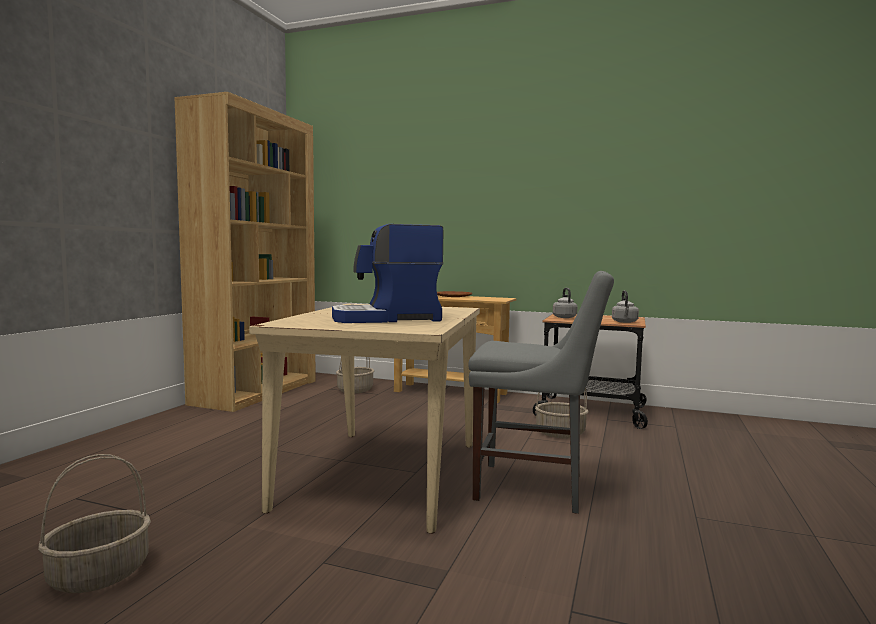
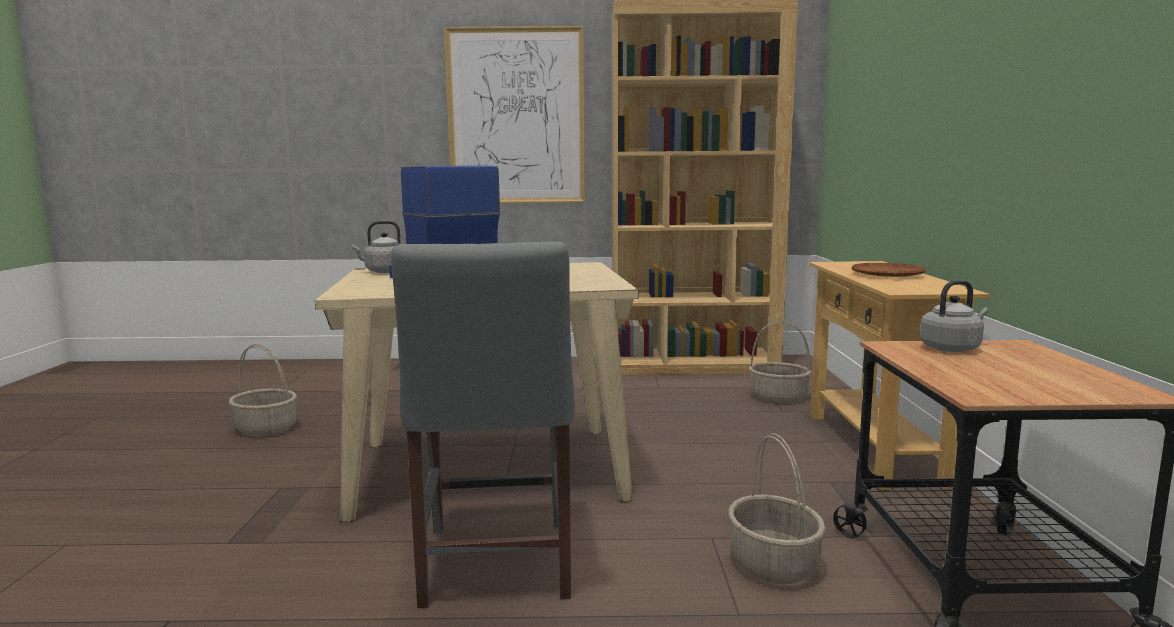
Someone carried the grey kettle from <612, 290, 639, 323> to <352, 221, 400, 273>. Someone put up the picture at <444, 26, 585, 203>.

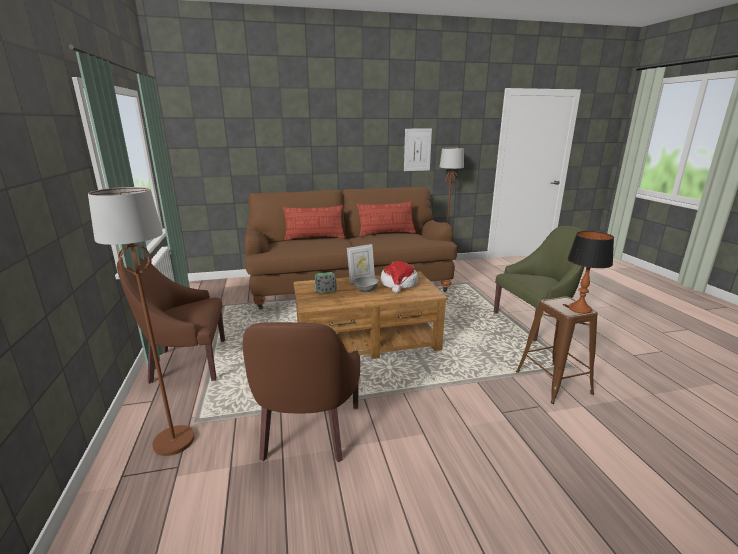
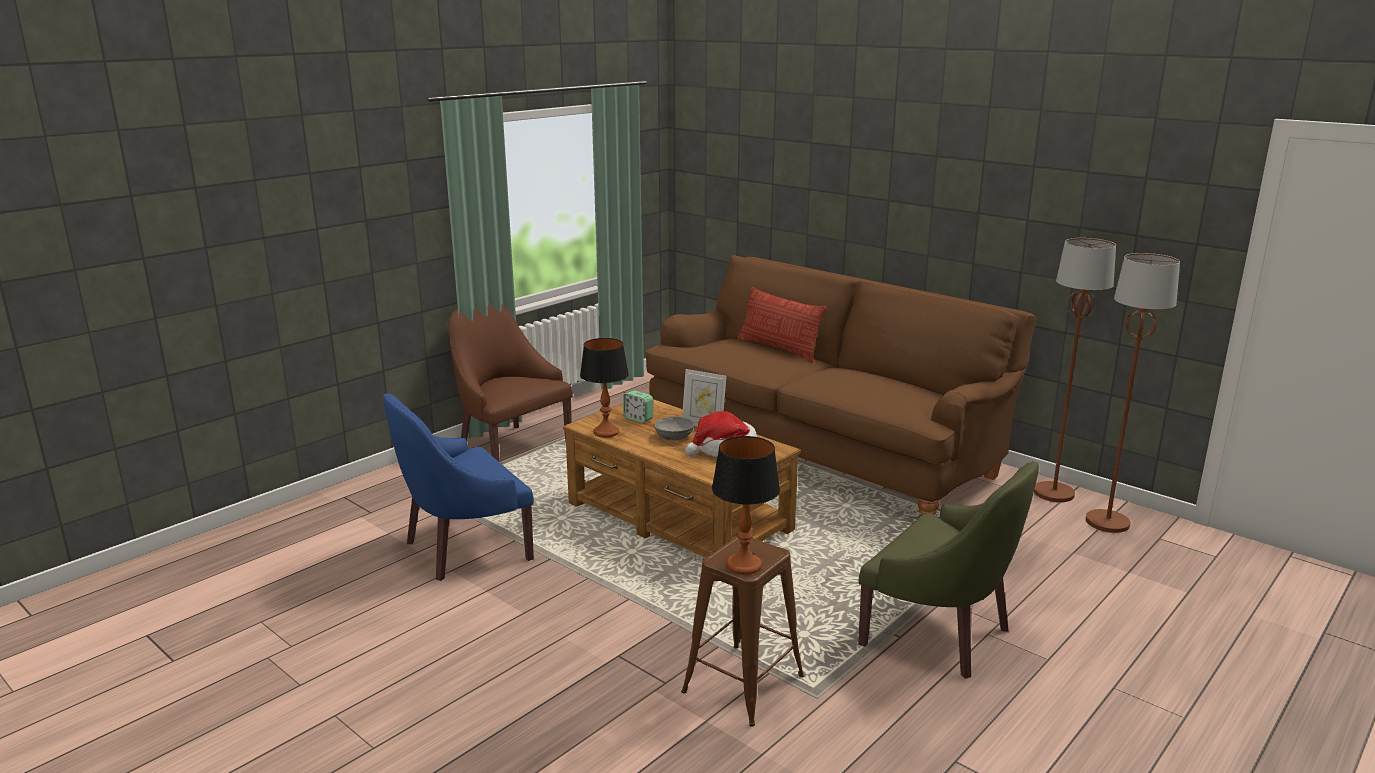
Someone took away the picture at <404, 129, 432, 171>. Someone carried the brown floor lamp from <88, 187, 195, 456> to <1086, 253, 1180, 533>. Someone took away the pillow at <357, 201, 416, 237>. Someone repainted the brown armchair at <243, 322, 360, 462>, which became the blue armchair at <383, 393, 534, 581>. Someone put down the table lamp at <580, 338, 629, 437>.

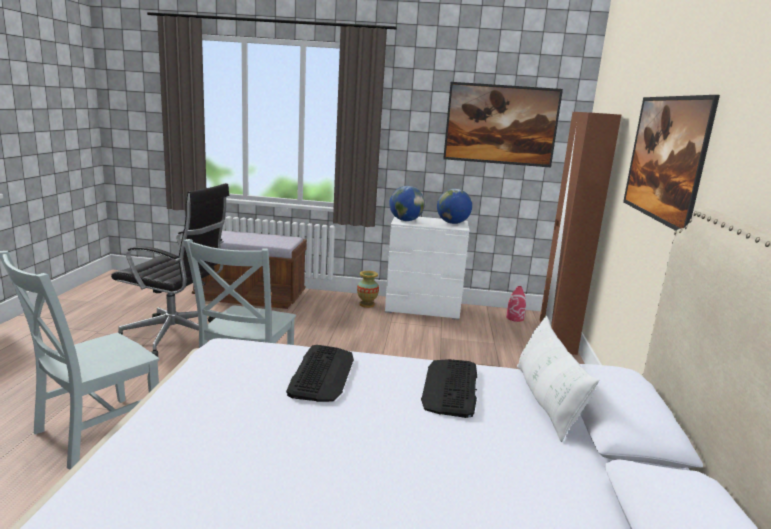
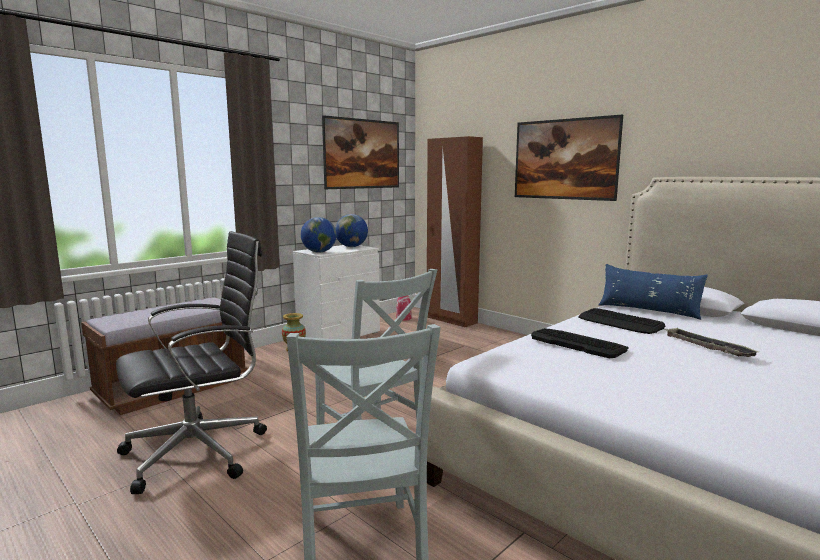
Someone repainted the white pillow at <517, 316, 599, 442>, which became the blue pillow at <599, 264, 708, 320>. Someone put down the tray at <664, 328, 760, 357>.

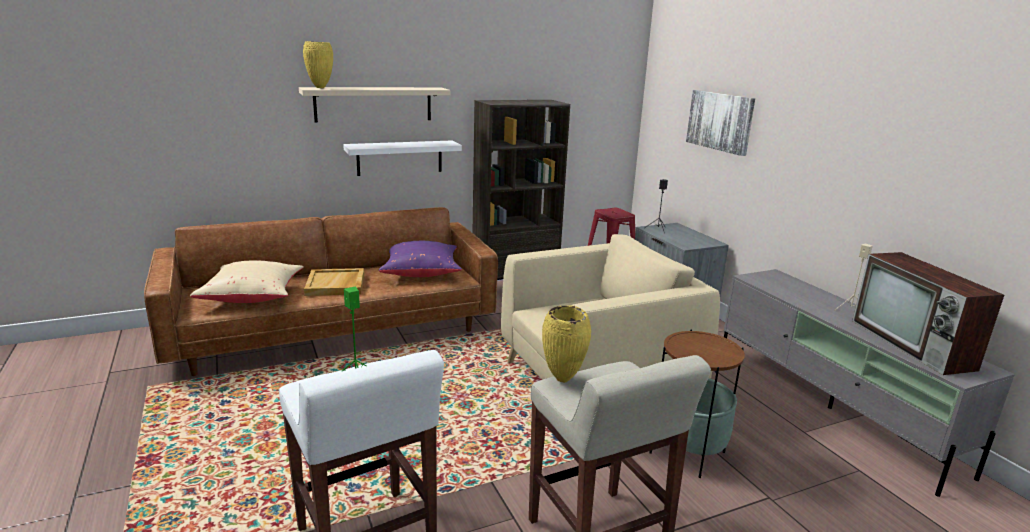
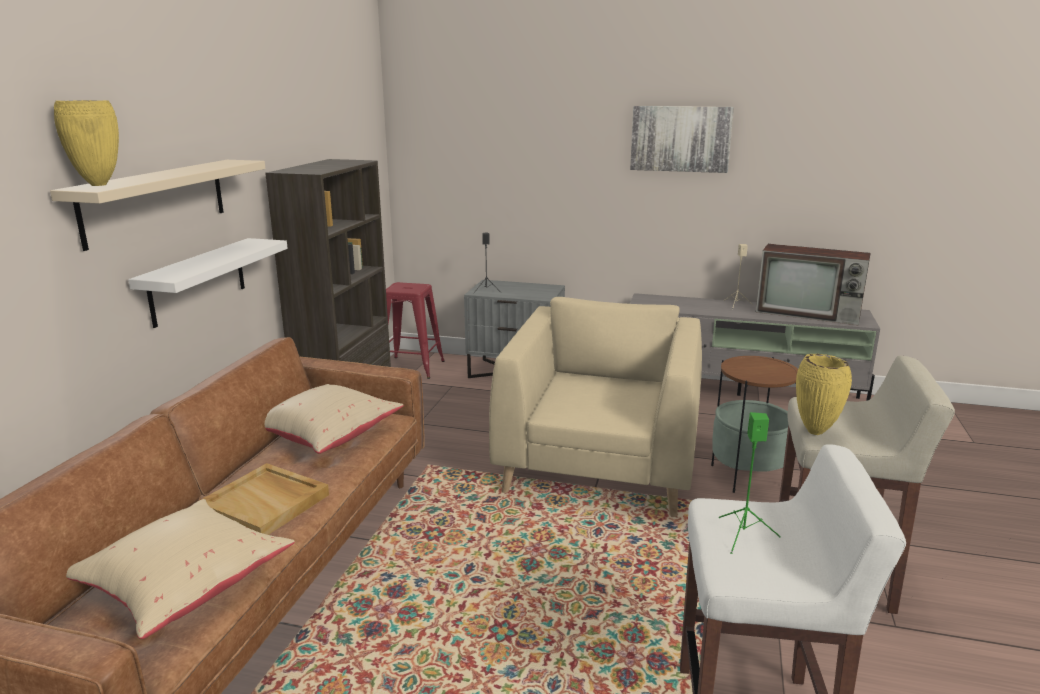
Someone carried the picture from <686, 90, 755, 156> to <630, 106, 734, 173>. Someone repainted the purple pillow at <379, 241, 462, 277>, which became the beige pillow at <265, 384, 404, 454>.

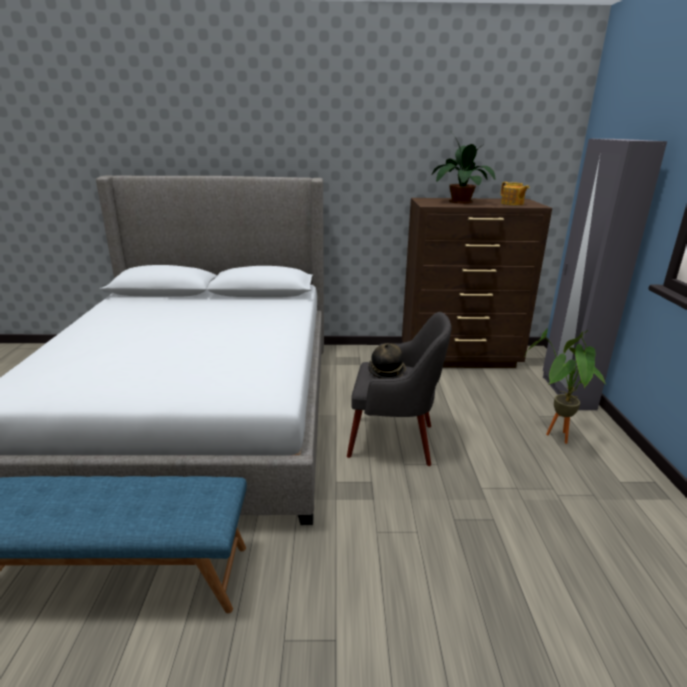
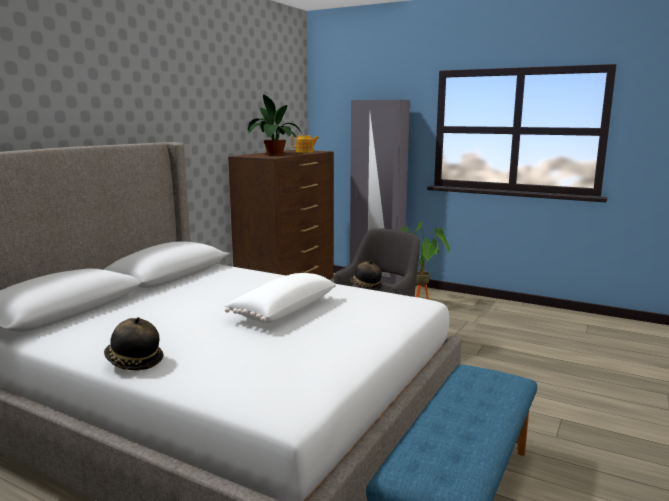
Someone put down the white pillow at <225, 273, 336, 323>. Someone put down the hat at <104, 317, 163, 371>.

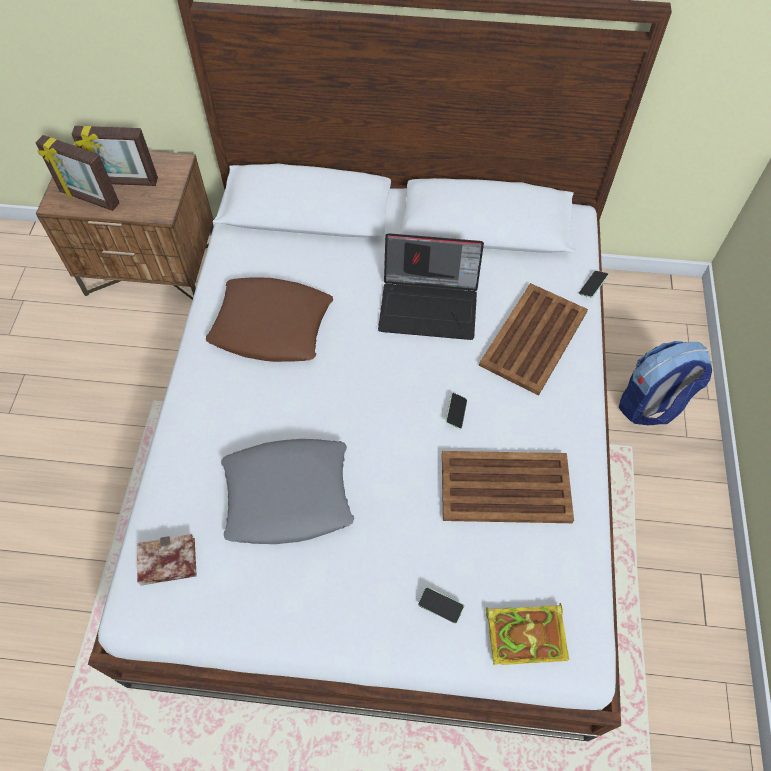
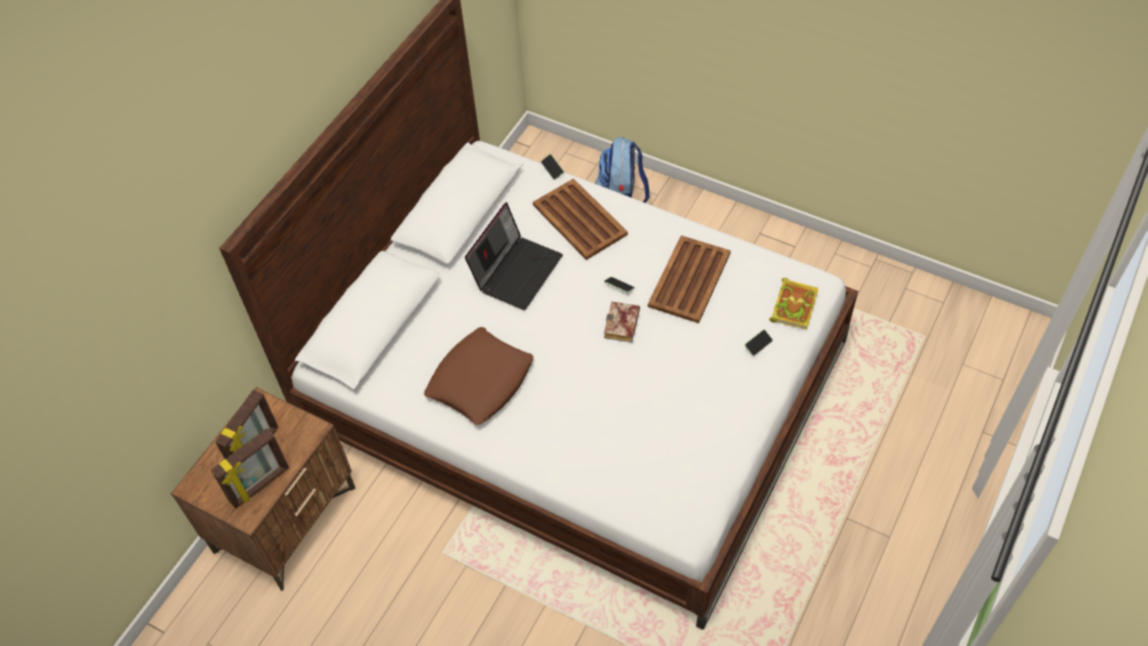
Someone took away the grey pillow at <221, 439, 354, 544>. Someone carried the book from <137, 534, 197, 586> to <604, 302, 640, 342>.

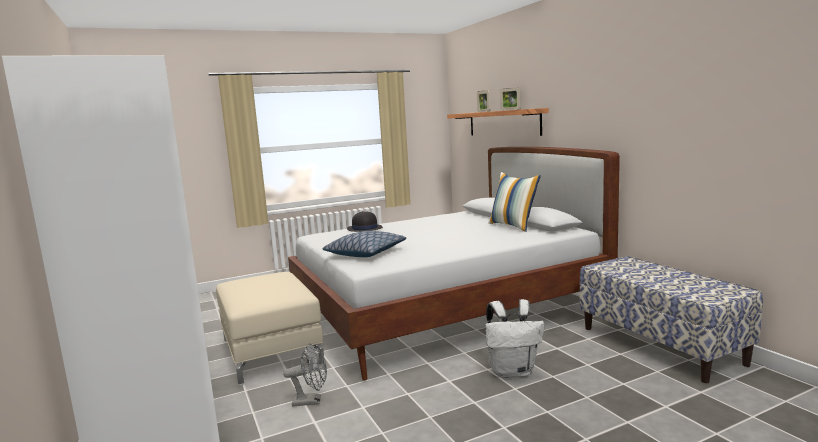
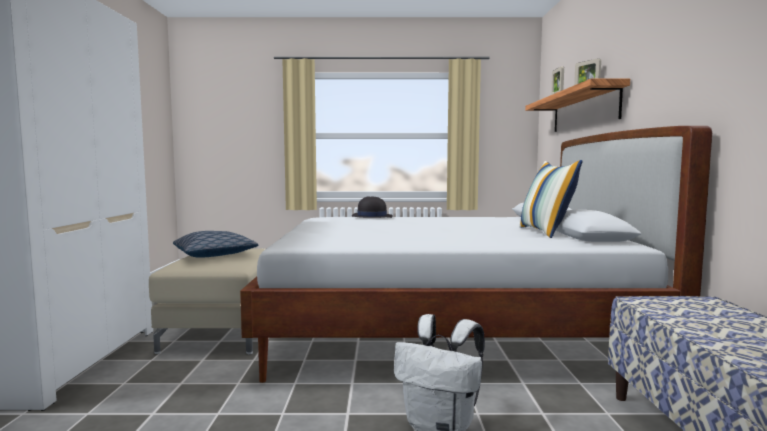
Someone carried the pillow from <322, 231, 406, 257> to <173, 231, 258, 258>. Someone took away the grey fan at <283, 343, 327, 406>.

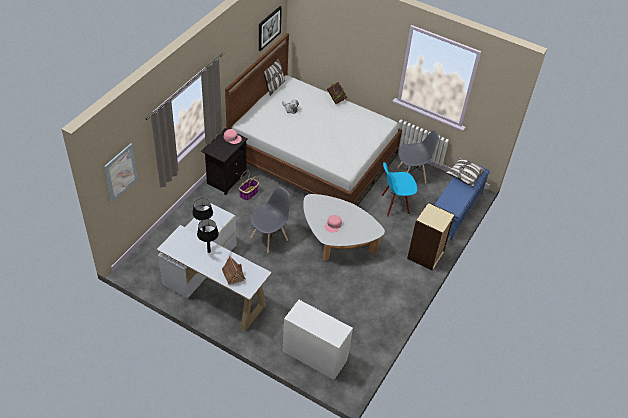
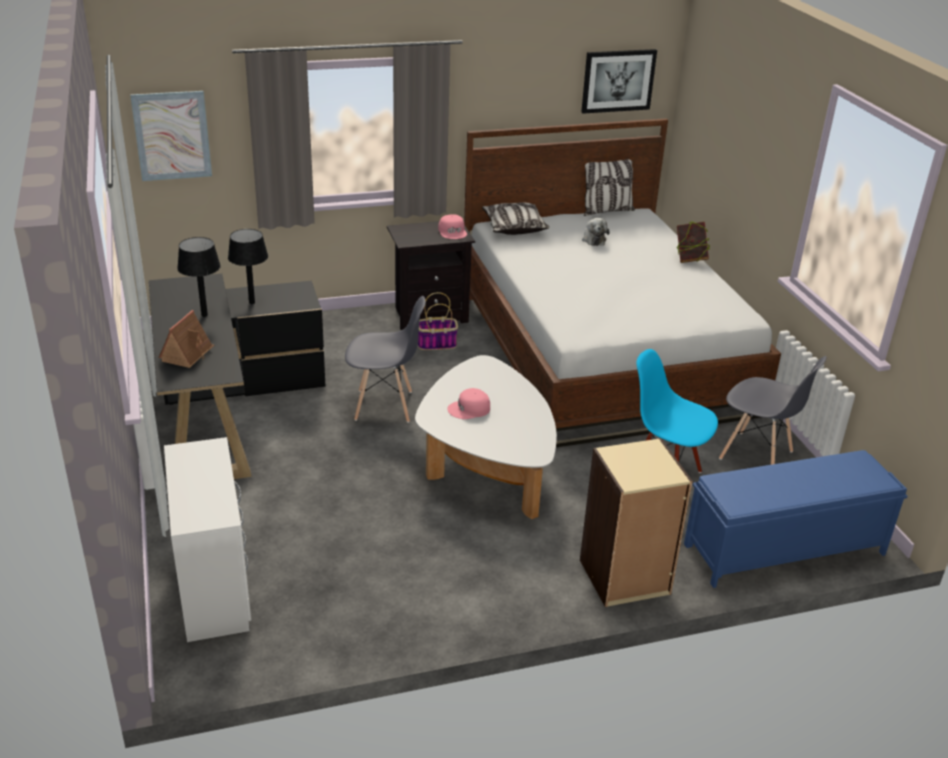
Someone carried the pillow from <446, 157, 486, 187> to <482, 202, 550, 235>. Someone repainted the white desk at <157, 204, 272, 331>, which became the black desk at <149, 274, 325, 479>.

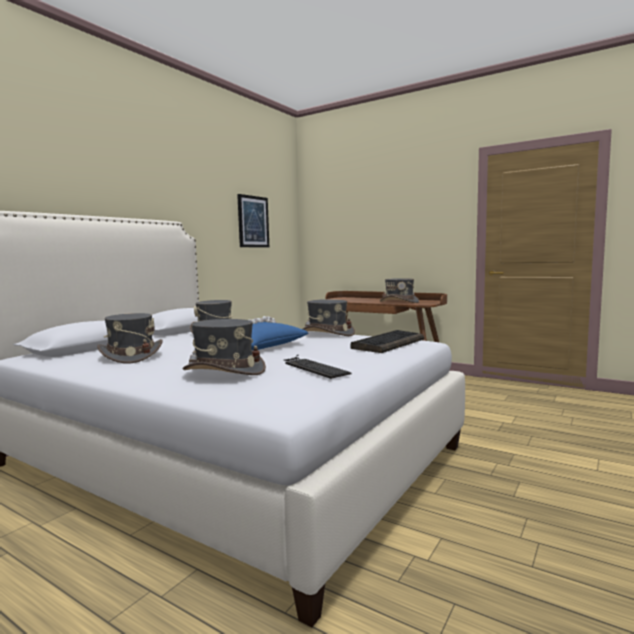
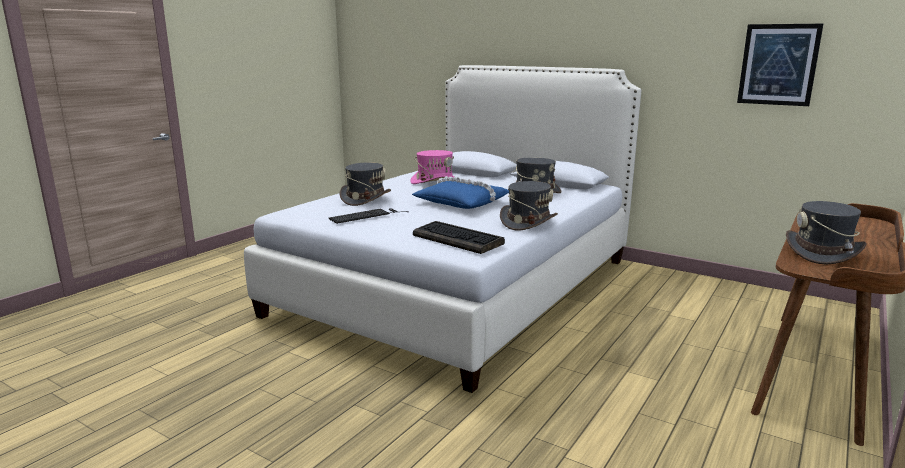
Someone repainted the grey hat at <97, 313, 163, 364>, which became the pink hat at <410, 150, 454, 184>.

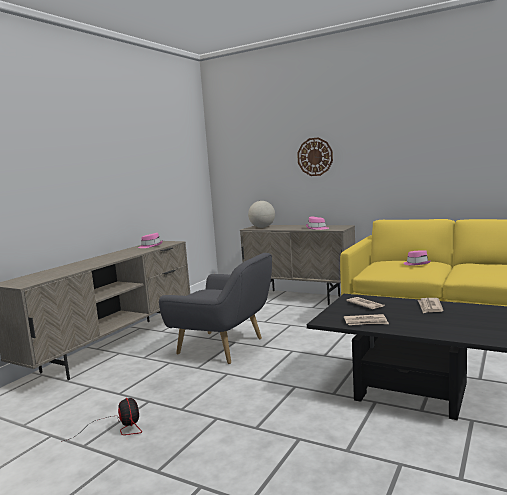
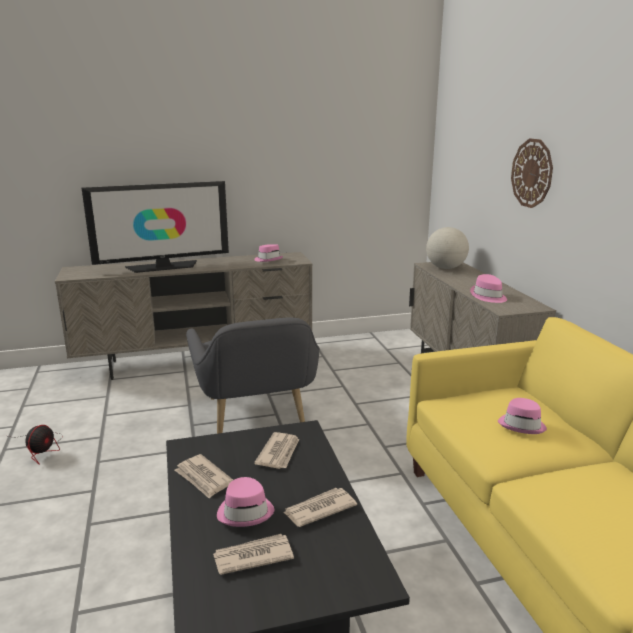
Someone put down the television at <82, 181, 229, 273>. Someone put down the pink hat at <217, 477, 274, 527>. Someone put down the newspaper at <213, 534, 294, 575>.

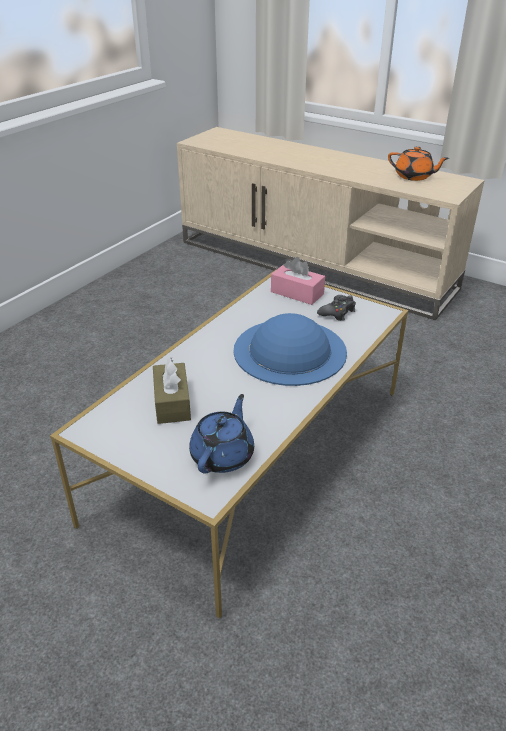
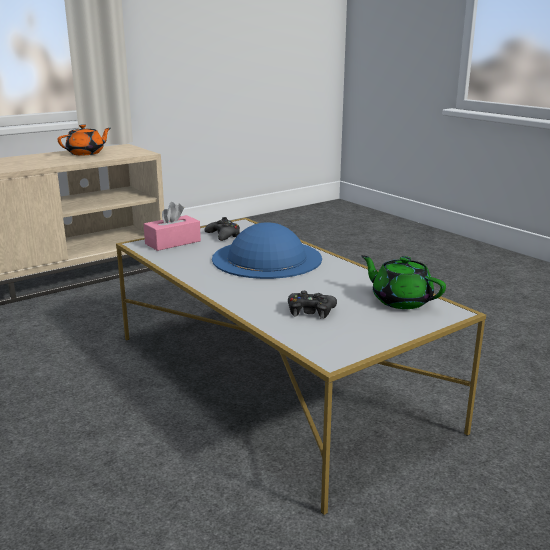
Someone swapped the brown tissue box at <153, 357, 191, 424> for the black game controller at <288, 291, 337, 319>. Someone repainted the blue teapot at <189, 394, 254, 474>, which became the green teapot at <361, 255, 446, 309>.

